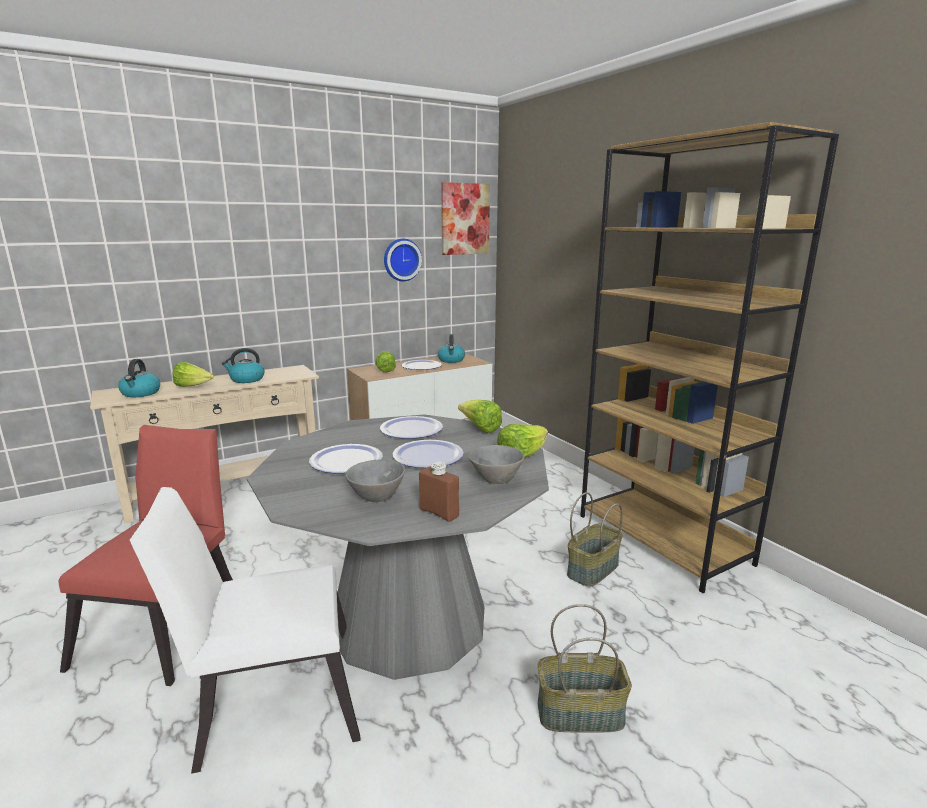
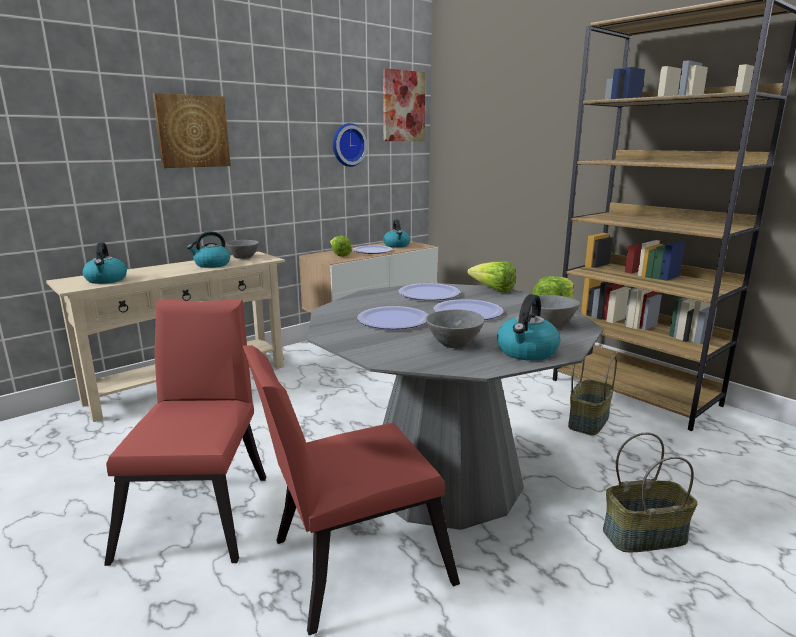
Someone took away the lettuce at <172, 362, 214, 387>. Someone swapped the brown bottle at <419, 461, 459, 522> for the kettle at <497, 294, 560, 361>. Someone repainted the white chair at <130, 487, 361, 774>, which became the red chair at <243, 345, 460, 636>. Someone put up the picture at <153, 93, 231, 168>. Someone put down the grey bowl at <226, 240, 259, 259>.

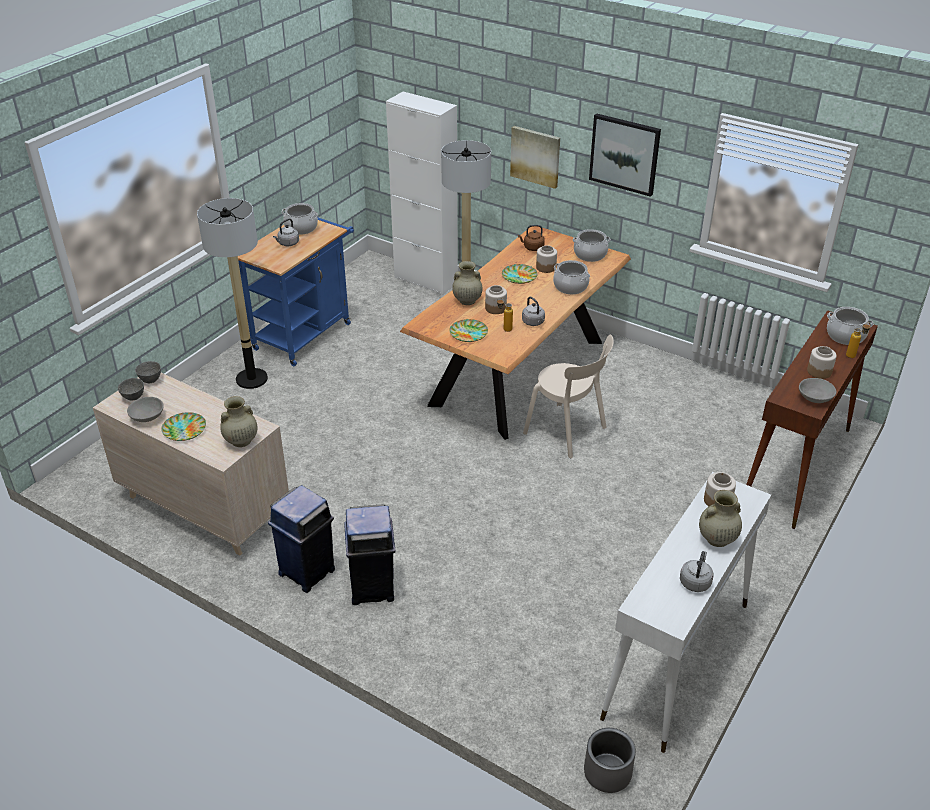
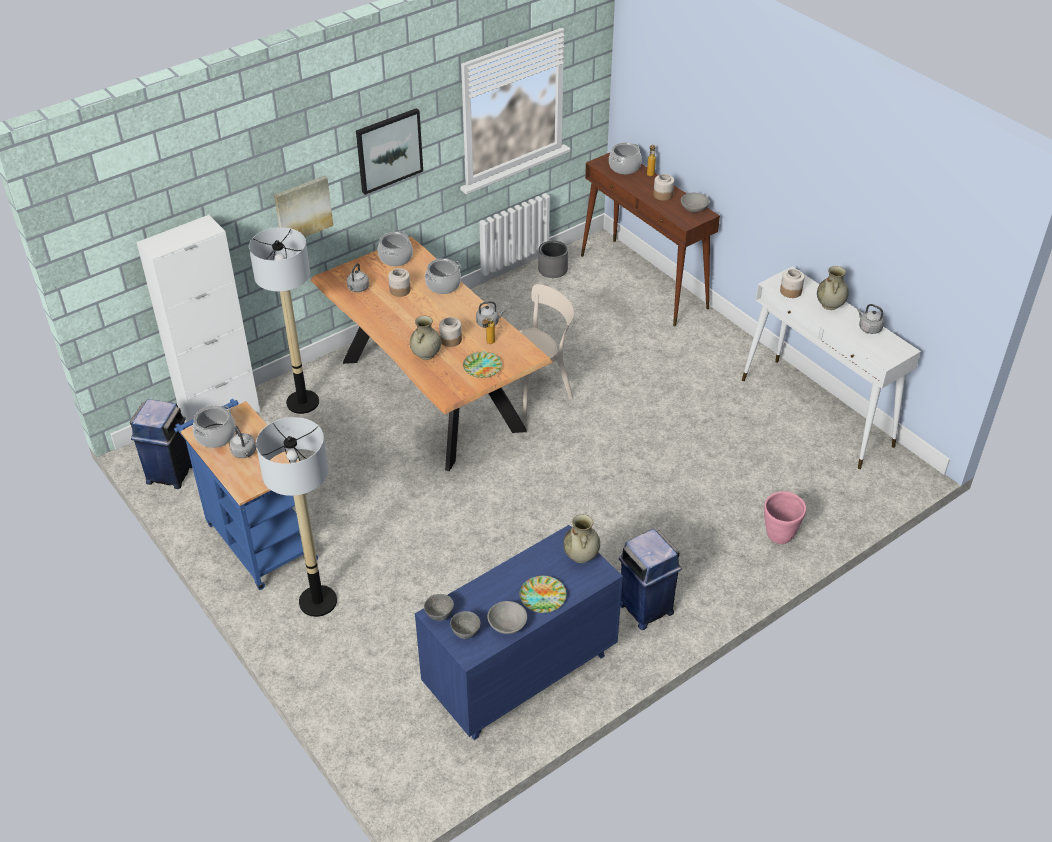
Someone repainted the brown kettle at <518, 225, 545, 251>, which became the grey kettle at <347, 263, 369, 292>. Someone took away the plate at <502, 264, 538, 284>. Someone repainted the beige dresser at <93, 373, 289, 556>, which became the blue dresser at <415, 525, 623, 740>. Someone carried the blue trash can from <344, 504, 395, 605> to <130, 399, 192, 489>. Someone carried the grey planter from <584, 728, 636, 793> to <538, 241, 568, 278>. Someone put down the pink planter at <764, 491, 806, 544>.

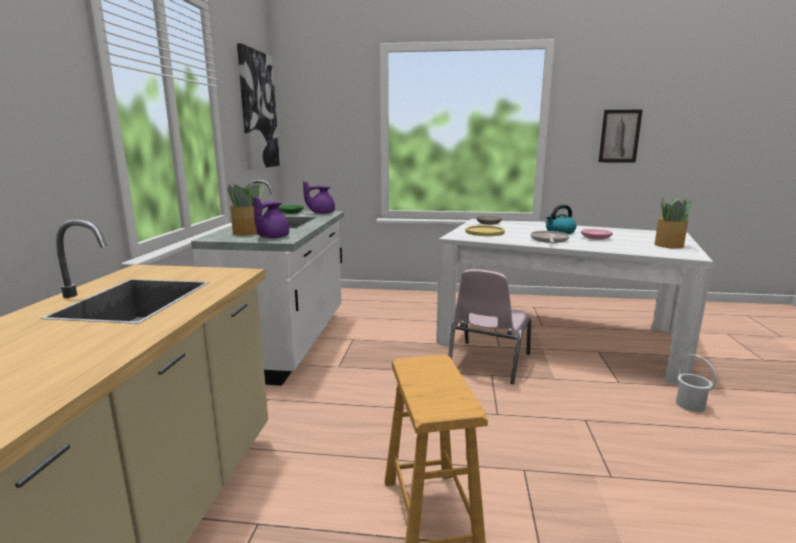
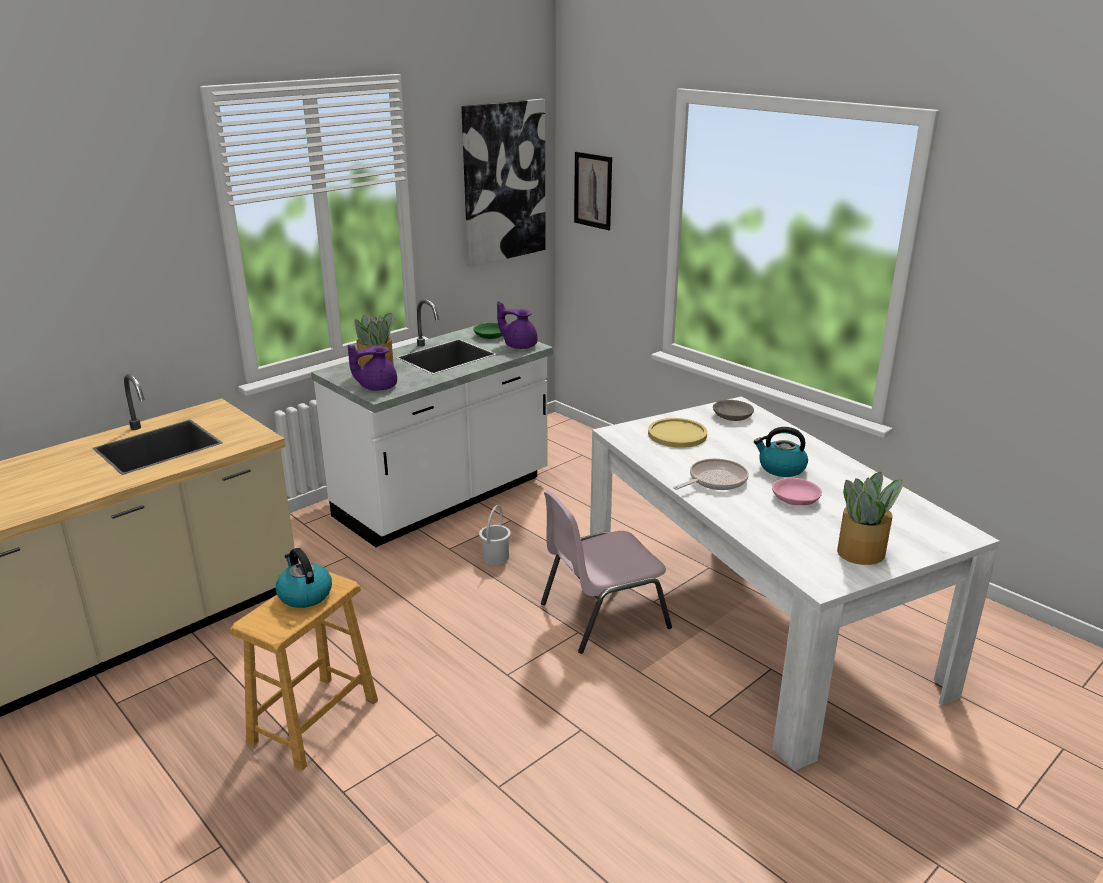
Someone carried the picture from <598, 110, 643, 163> to <574, 152, 612, 230>. Someone carried the white bucket from <676, 354, 717, 412> to <479, 505, 511, 565>. Someone put down the kettle at <276, 548, 332, 608>.

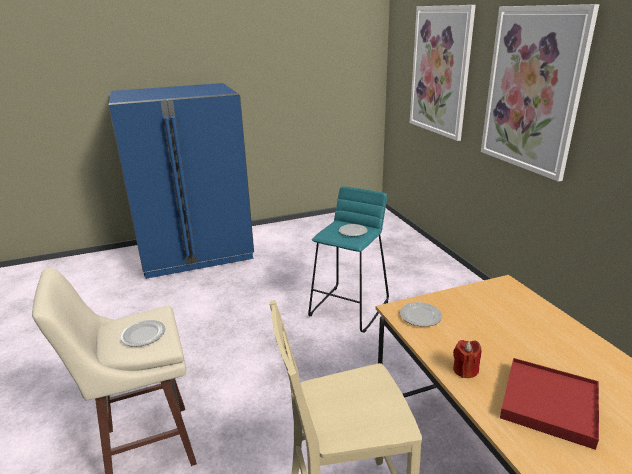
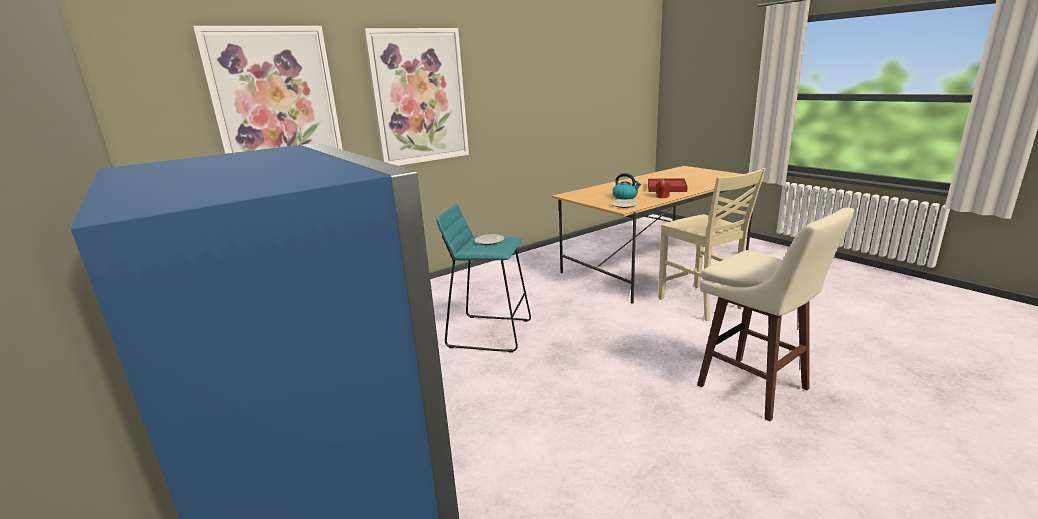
Someone took away the plate at <120, 320, 166, 347>. Someone put down the kettle at <612, 173, 641, 199>.

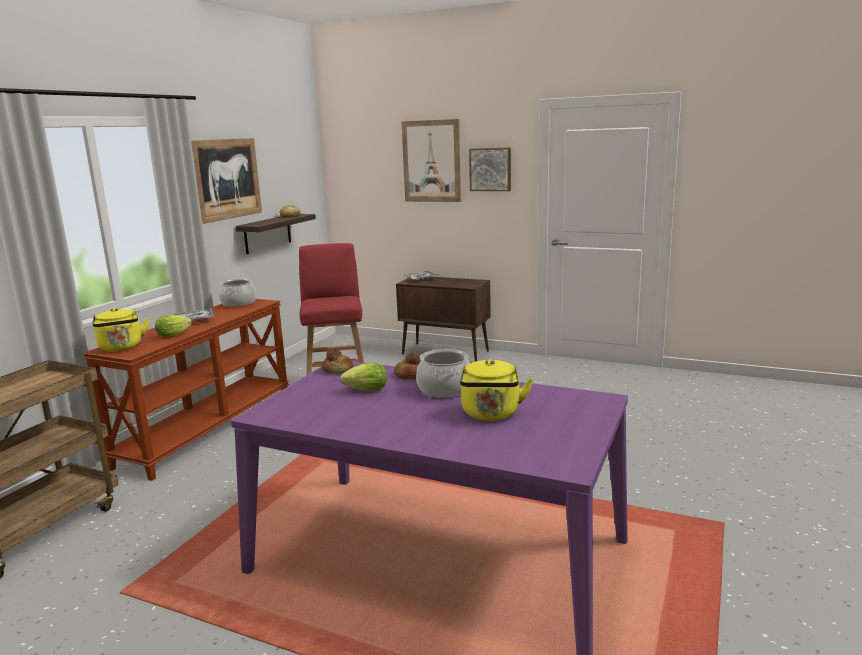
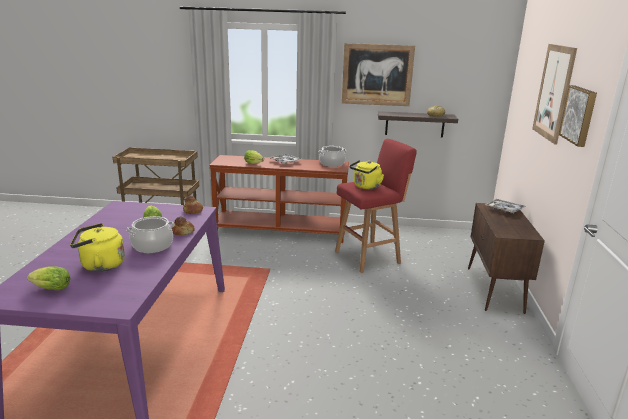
Someone carried the yellow kettle from <93, 308, 149, 352> to <349, 160, 384, 189>. Someone put down the lettuce at <27, 266, 71, 290>.

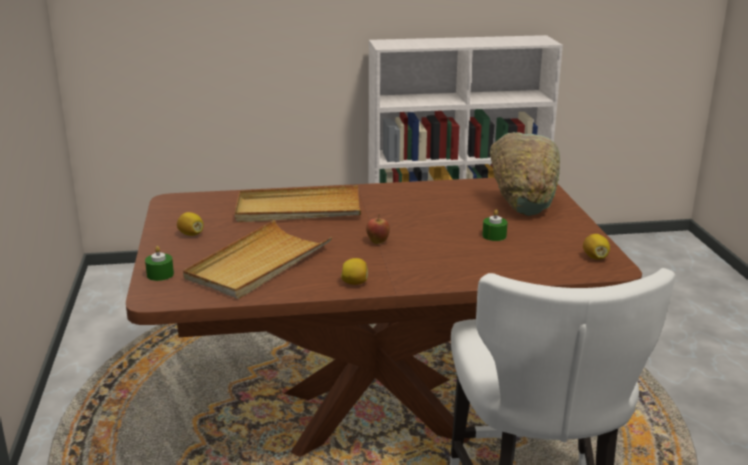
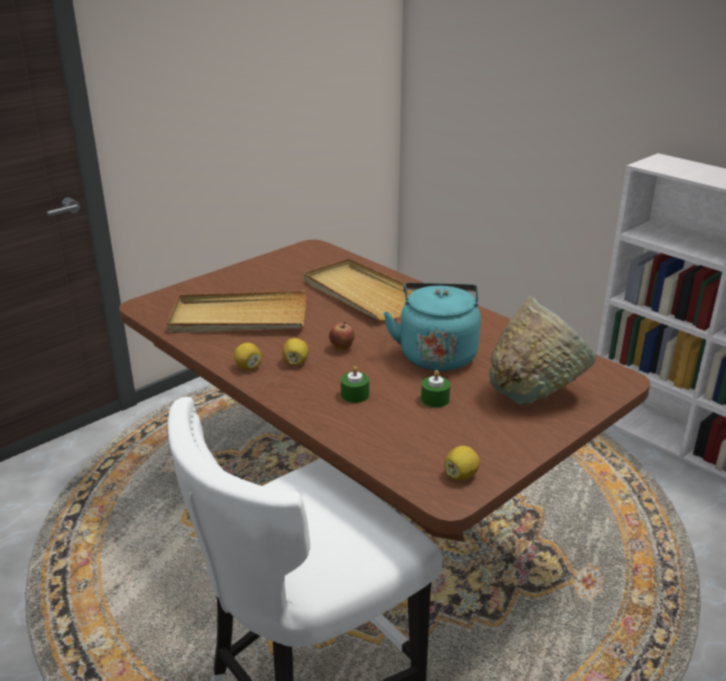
Someone carried the lemon from <177, 212, 204, 236> to <282, 338, 309, 366>. Someone carried the green candle from <145, 246, 174, 281> to <341, 366, 369, 403>. Someone put down the turquoise kettle at <383, 283, 481, 371>.

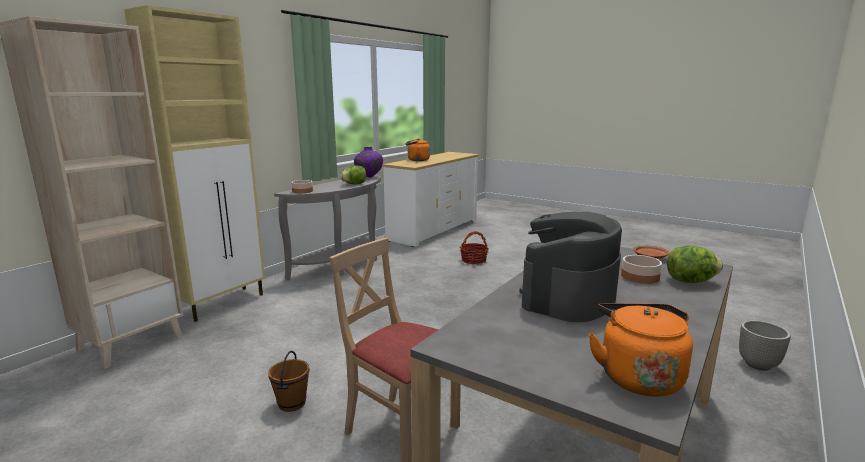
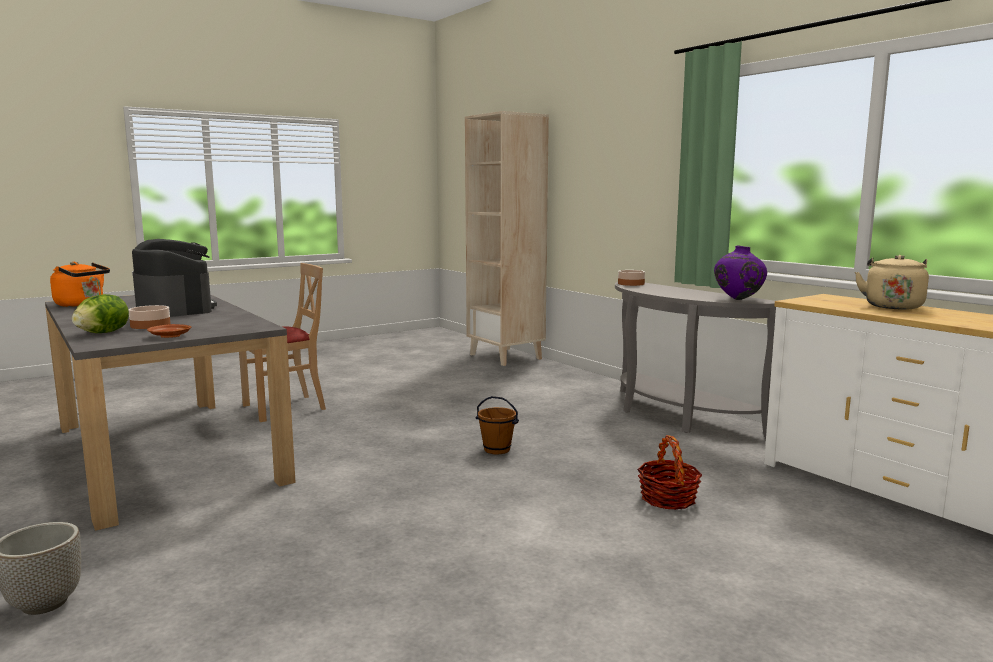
Someone took away the beige cabinet at <124, 5, 265, 322>. Someone repainted the orange kettle at <406, 138, 430, 161>, which became the beige kettle at <855, 255, 929, 309>. Someone took away the lettuce at <340, 166, 366, 185>. Someone carried the brown bucket from <268, 351, 310, 412> to <475, 396, 519, 454>.

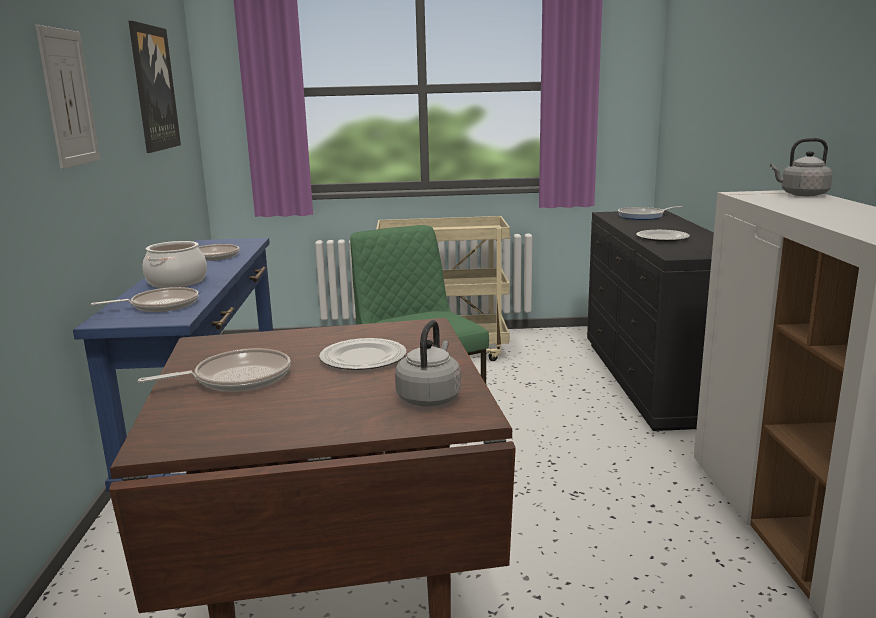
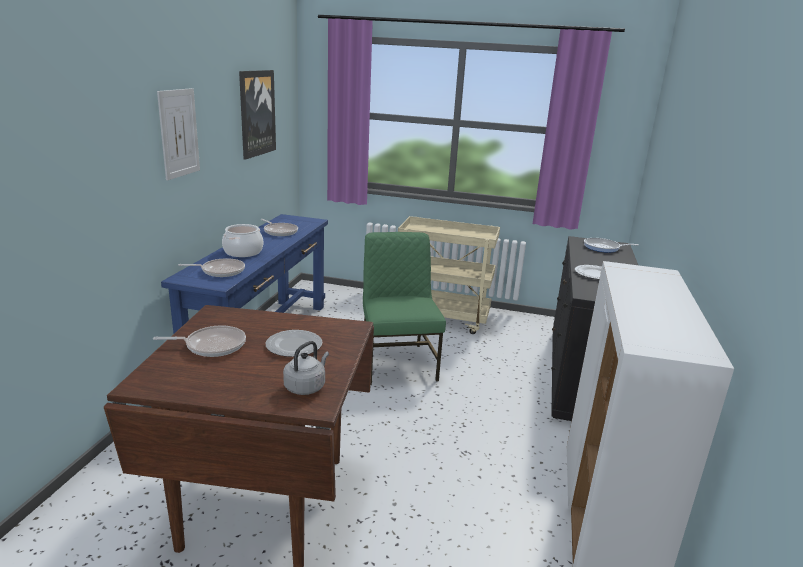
Someone took away the grey kettle at <770, 138, 833, 196>.

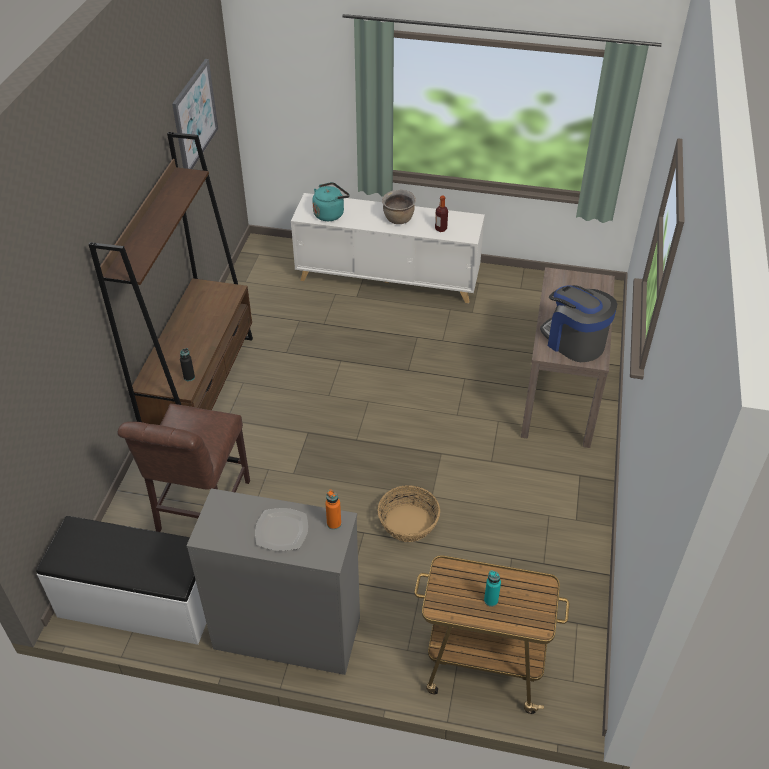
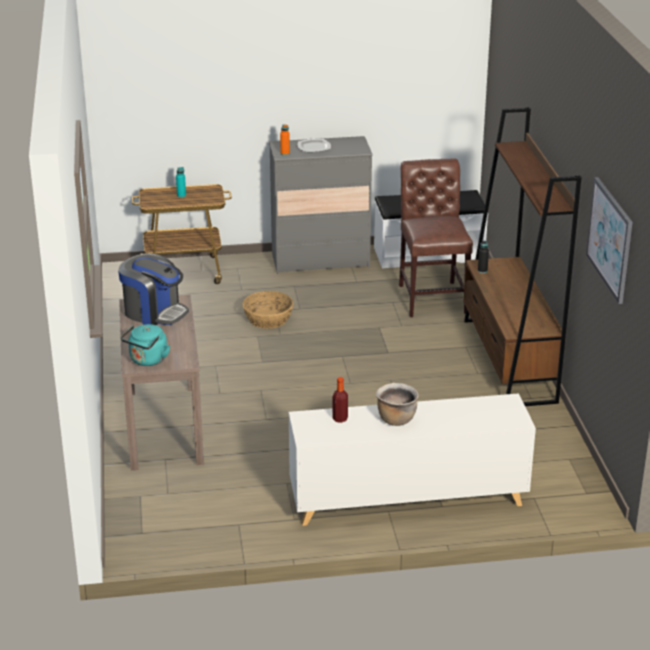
Someone carried the turquoise kettle from <312, 182, 350, 221> to <121, 324, 170, 366>.

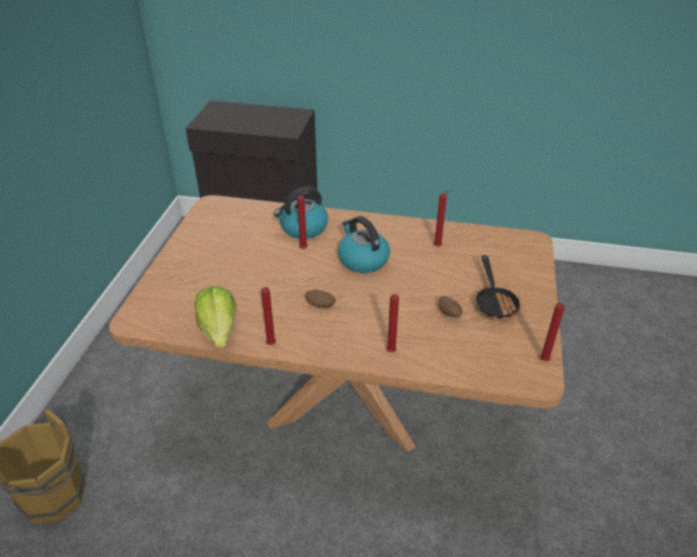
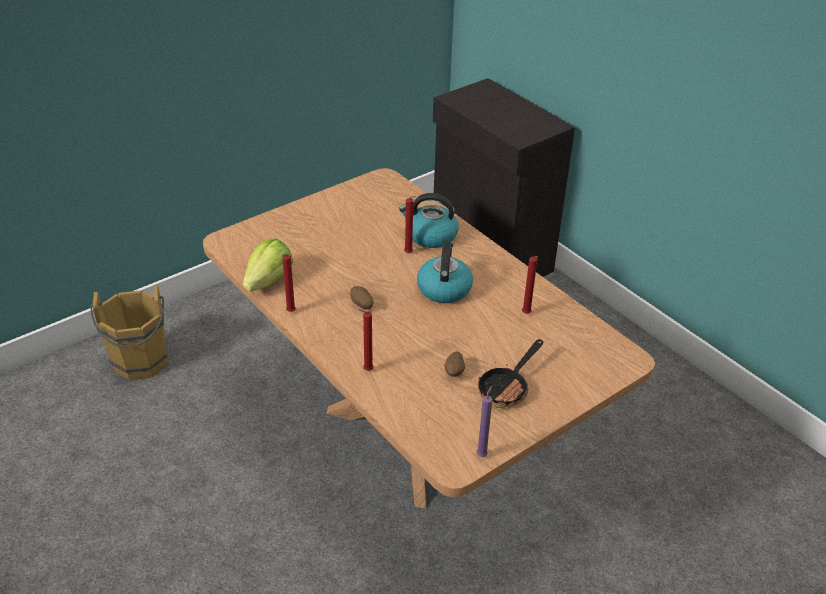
Someone repainted the red candle at <540, 293, 565, 361>, which became the purple candle at <477, 386, 492, 457>.

